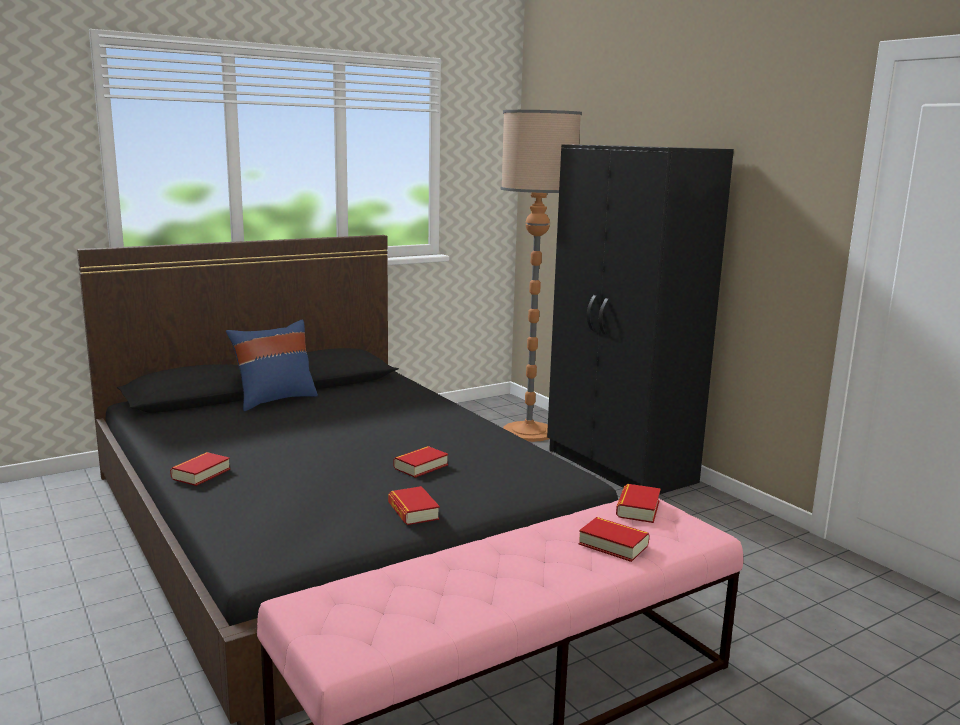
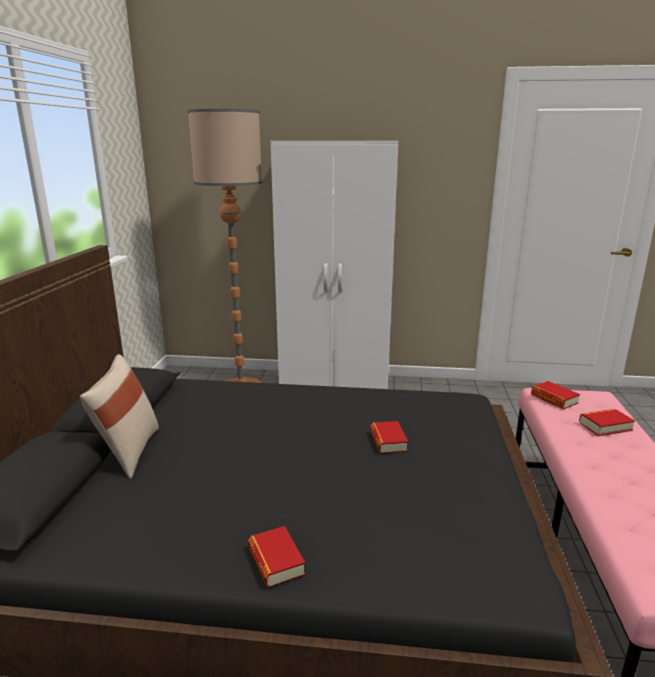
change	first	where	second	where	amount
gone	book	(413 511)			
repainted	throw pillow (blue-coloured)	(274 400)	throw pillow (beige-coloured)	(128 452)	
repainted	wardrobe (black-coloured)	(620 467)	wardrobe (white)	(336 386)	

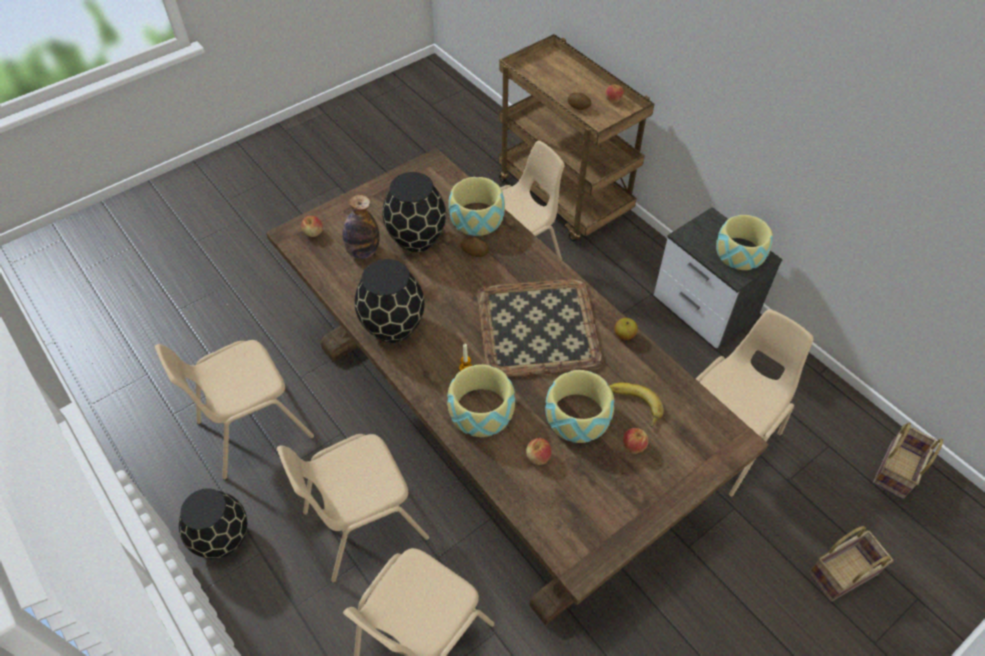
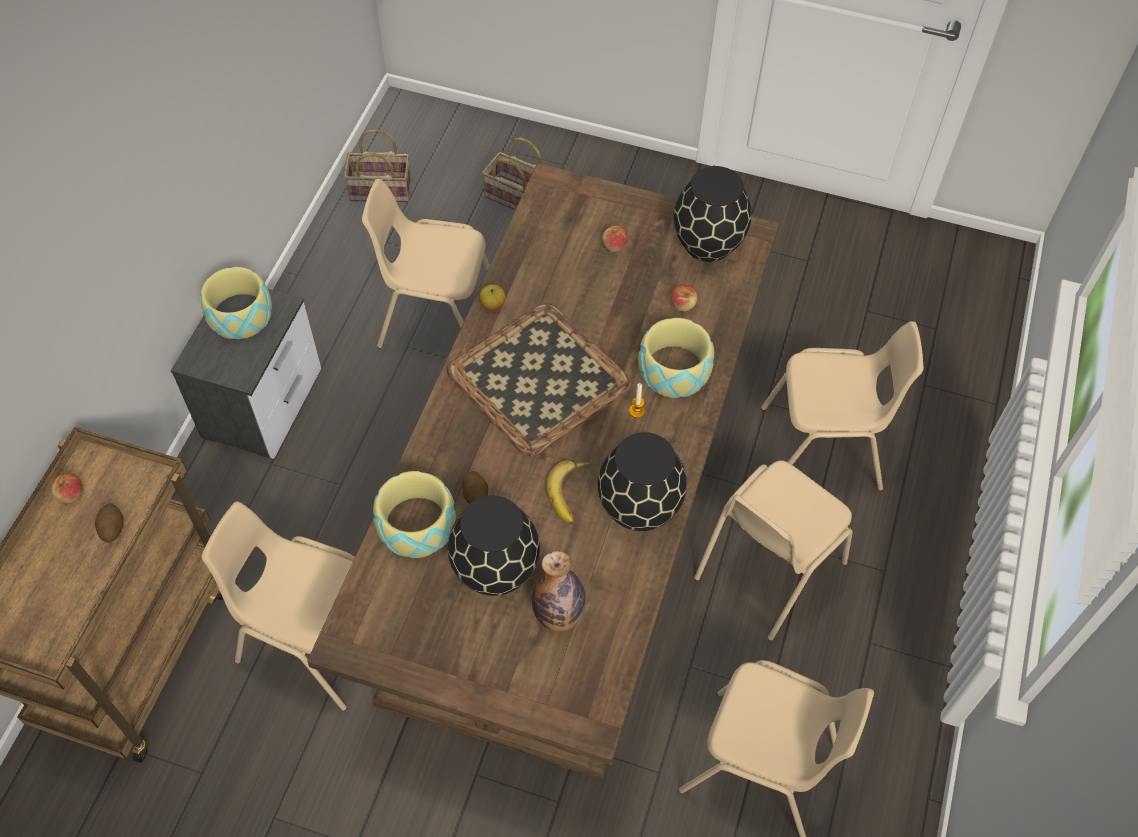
change	first	where	second	where	amount
gone	apple fruit	(313 232)			
gone	deep dish	(577 417)			
shifted	decorative vase (black-coloured)	(223 538)		(706 244)	
shifted	banana	(633 406)		(572 494)	
rotated	chair (beige-coloured)	(363 524)		(767 570)	105 degrees clockwise

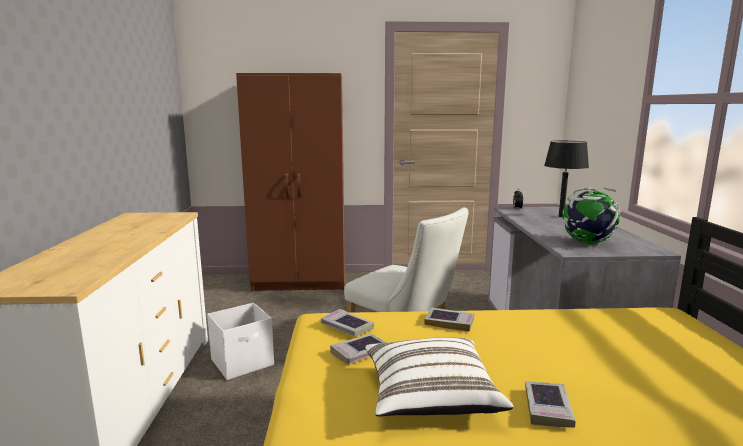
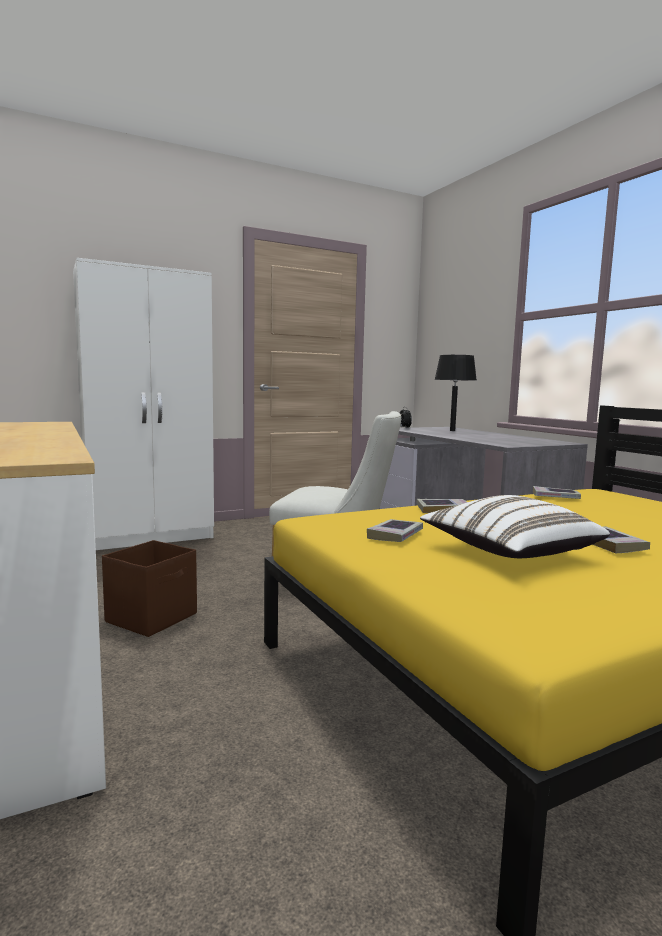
change	first	where	second	where	amount
gone	world globe	(587 242)			
shifted	book	(346 327)		(555 497)	
repainted	storage bin (white)	(243 362)	storage bin (brownish)	(153 617)	
repainted	wardrobe (brownish)	(301 282)	wardrobe (white)	(151 536)	

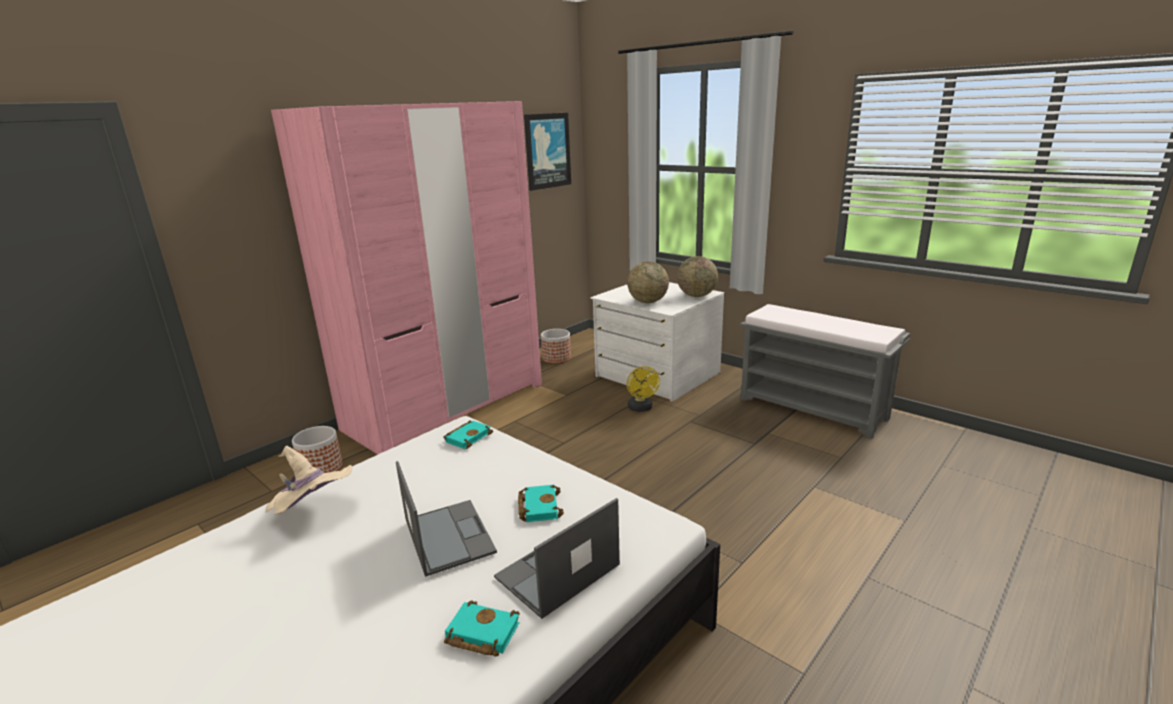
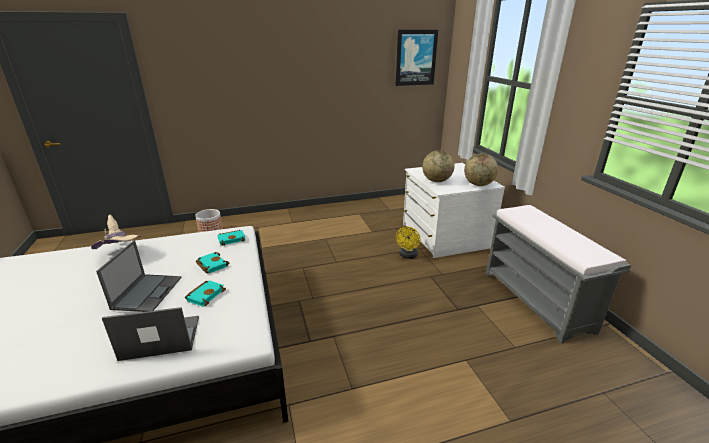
change	first	where	second	where	amount
gone	wardrobe (pink)	(447 406)			
gone	planter	(557 358)			
shifted	book (blue-green)	(480 634)		(211 265)	

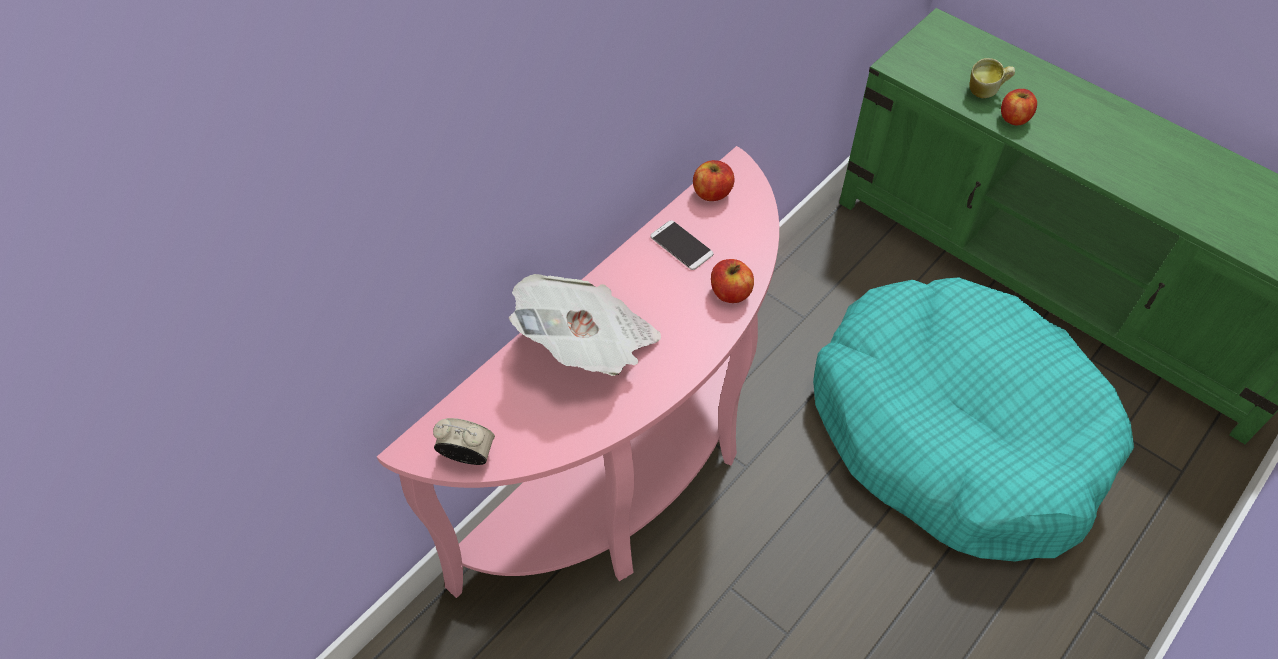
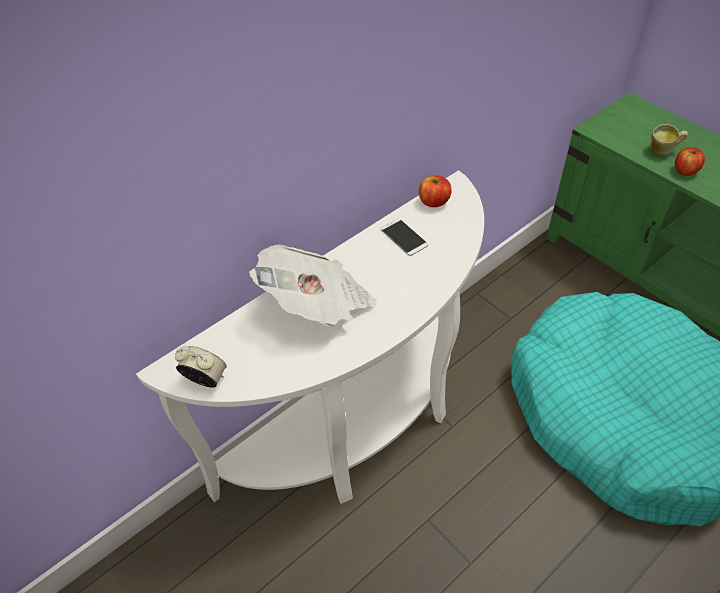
change	first	where	second	where	amount
gone	apple fruit	(730 293)			
repainted	console table (pink)	(631 479)	console table (white)	(361 426)	

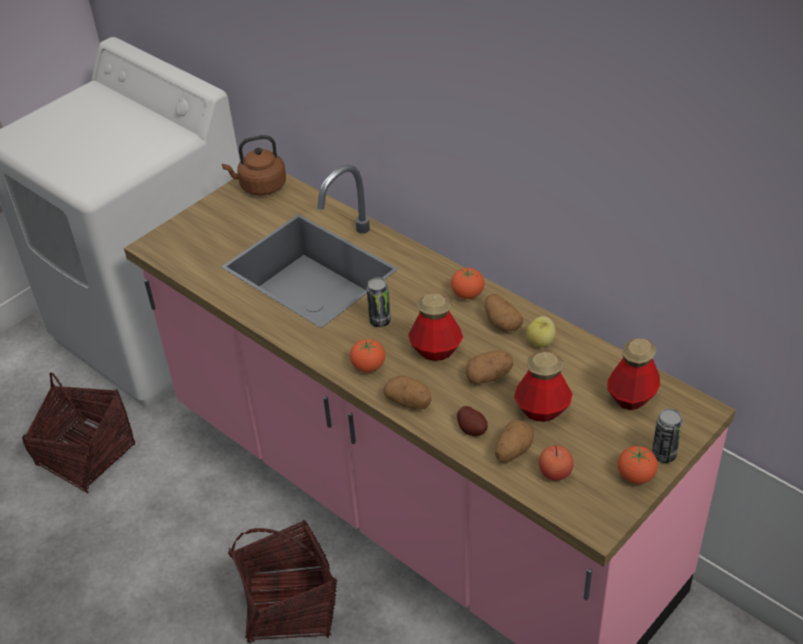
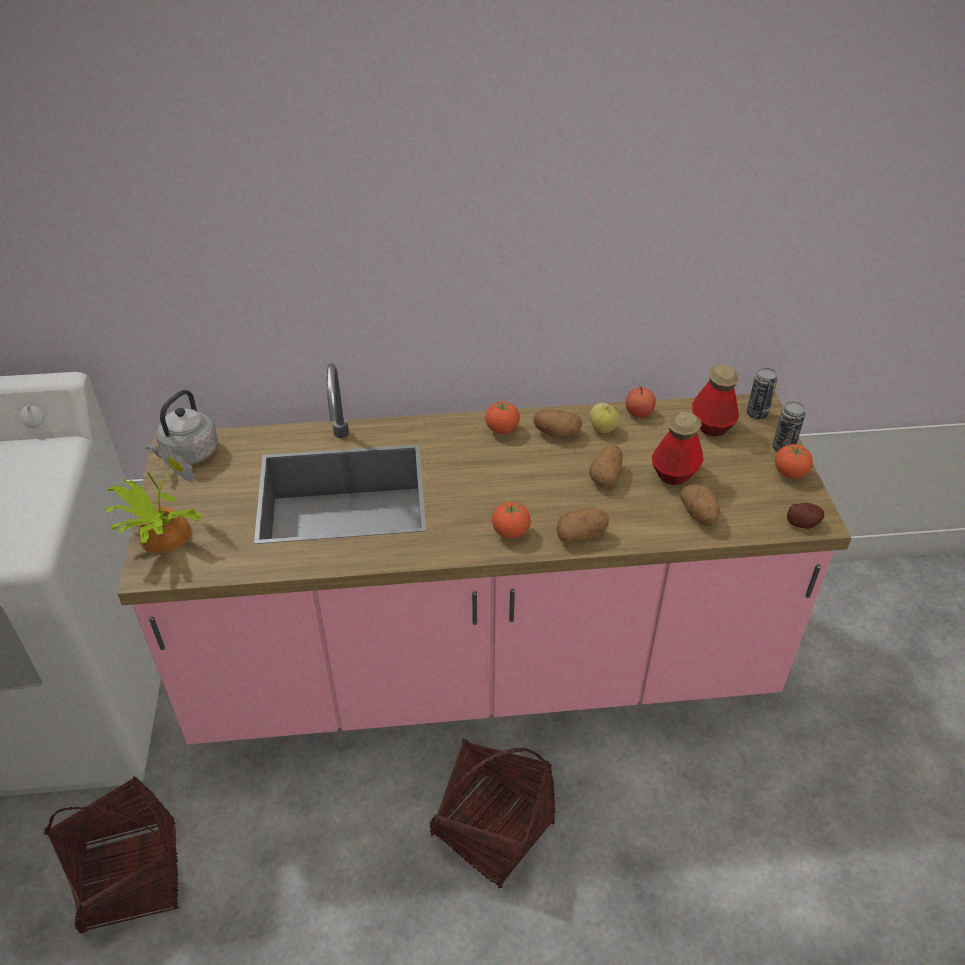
change	first	where	second	where	amount
gone	beverage bottle	(436 350)			
new			potted plant	(161 535)	
shifted	sealed can	(380 321)		(757 413)	
shifted	potato	(472 429)		(803 523)	
shifted	apple fruit	(555 472)		(639 413)	
repainted	water kettle (brownish)	(260 187)	water kettle (grey)	(188 454)	

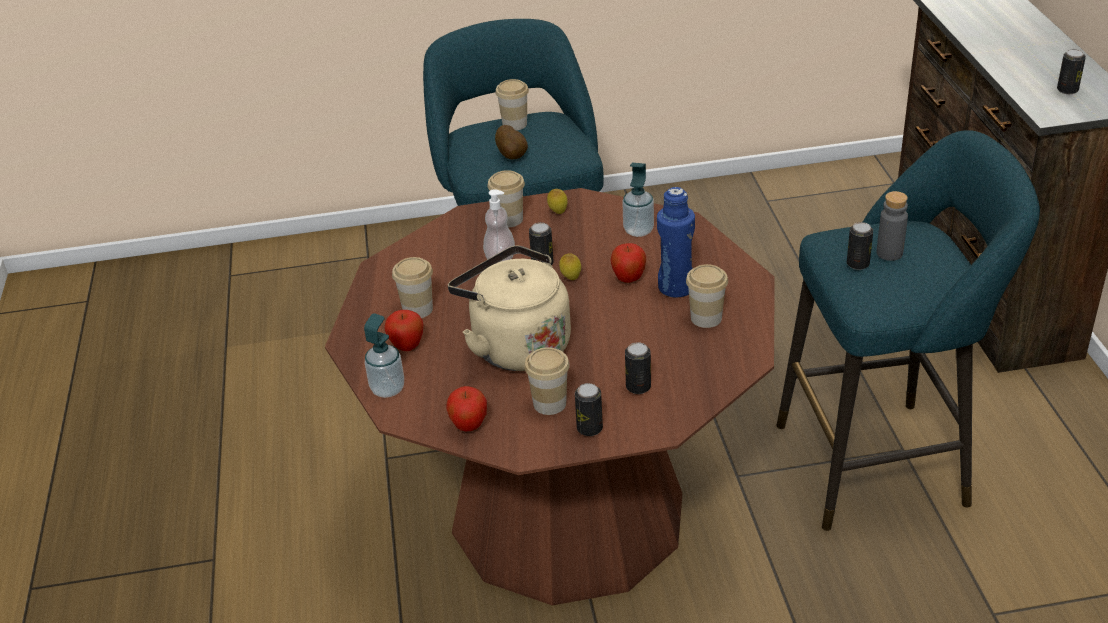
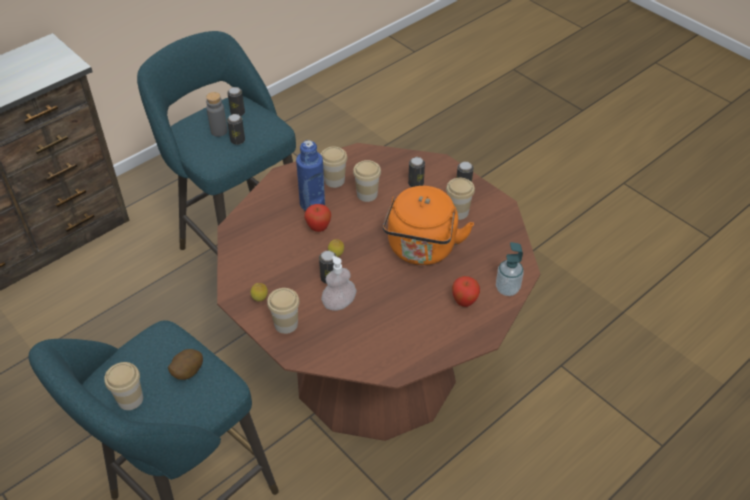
change	first	where	second	where	amount
gone	apple fruit	(469 426)			
gone	soap dispenser	(638 230)			
shifted	cup	(417 309)		(367 194)	
shifted	sealed can	(1067 90)		(237 113)	
repainted	water kettle (beige-coloured)	(516 345)	water kettle (orange-coloured)	(421 250)	

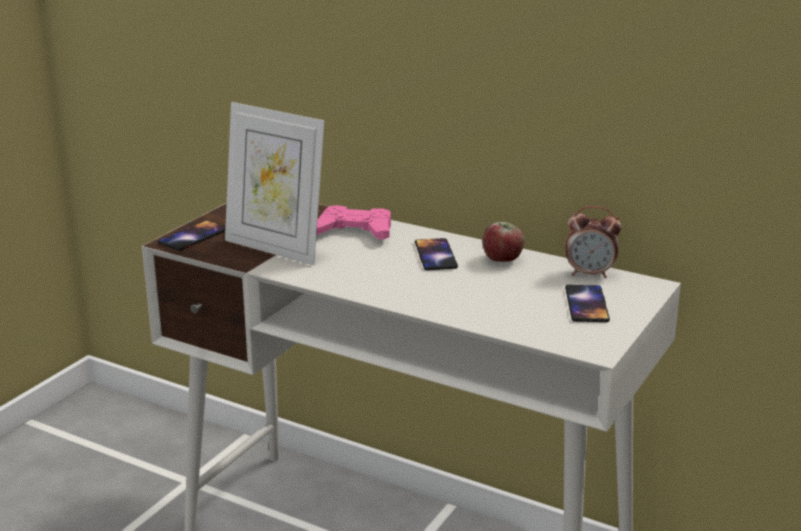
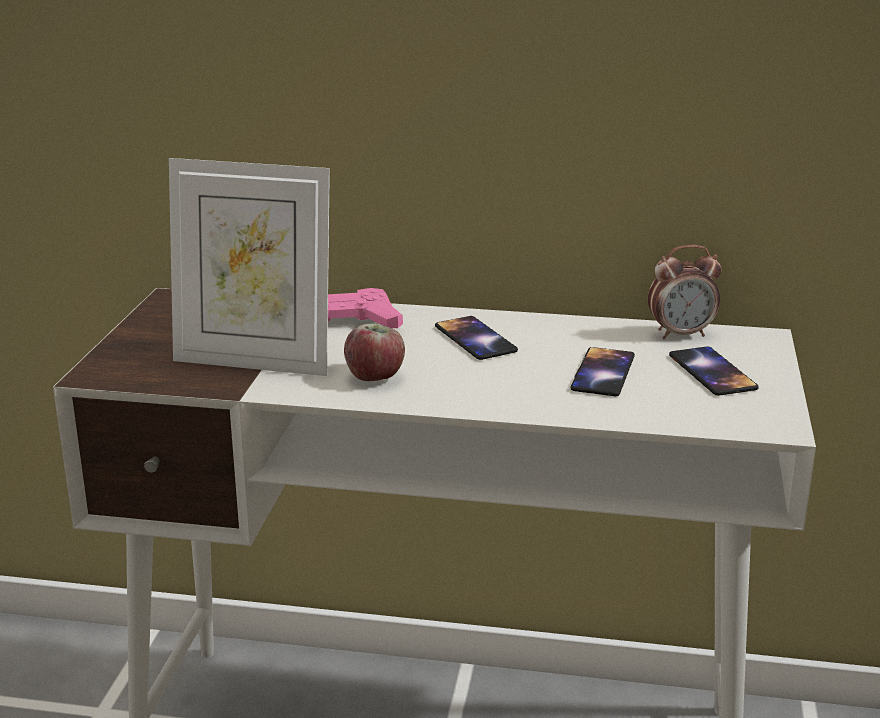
change	first	where	second	where	amount
shifted	telephone	(193 236)		(602 373)	
shifted	apple fruit	(503 259)		(375 377)	

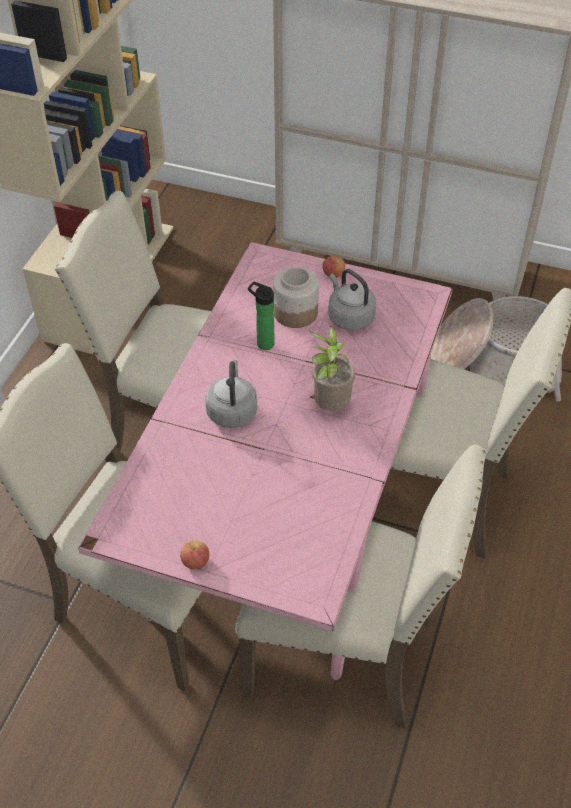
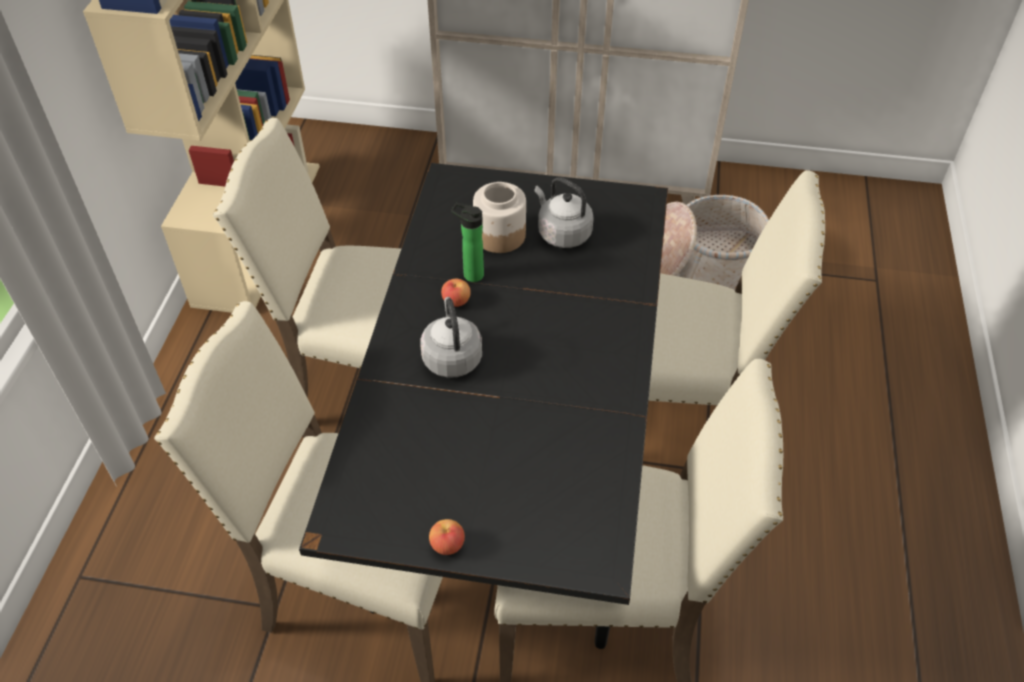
change	first	where	second	where	amount
gone	potted plant	(329 406)			
shifted	apple fruit	(333 274)		(456 301)	
repainted	kitchen table (pink)	(286 536)	kitchen table (black-coloured)	(512 492)	

